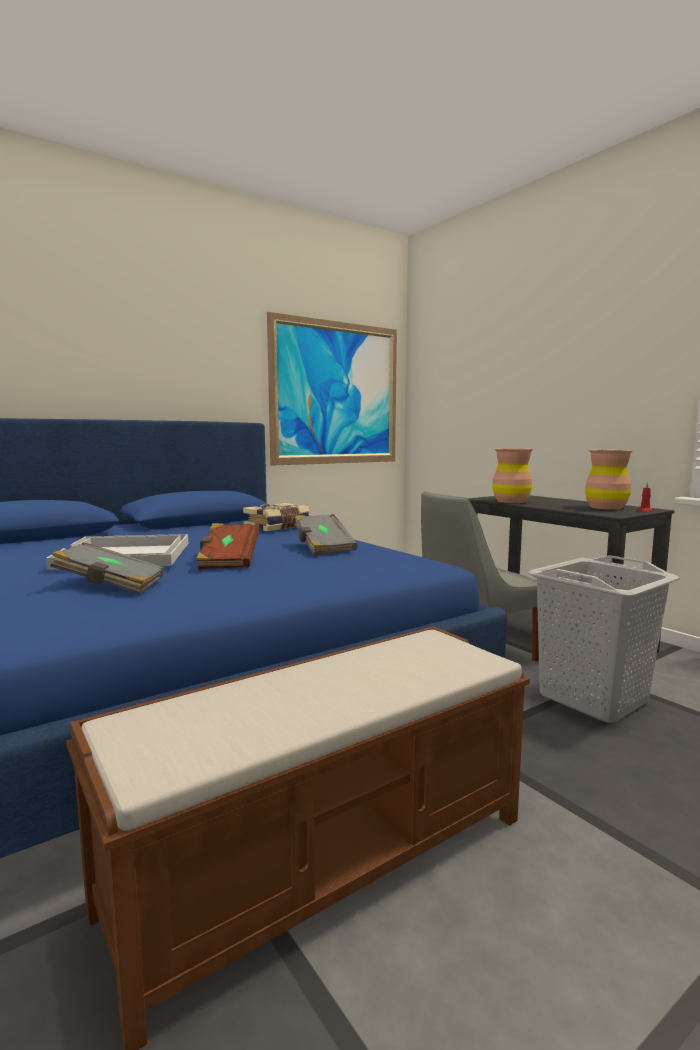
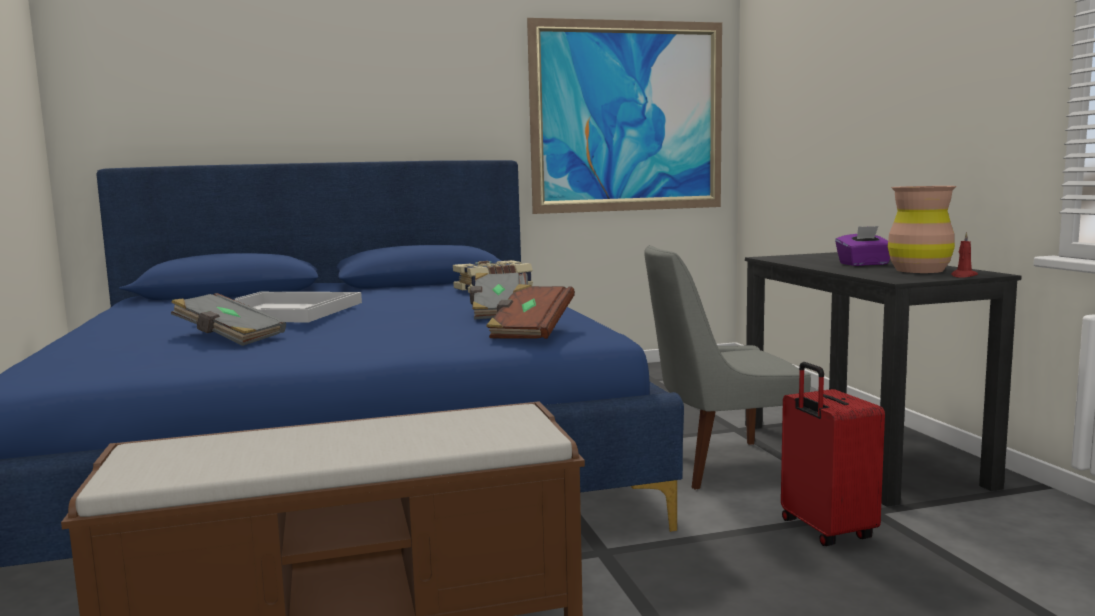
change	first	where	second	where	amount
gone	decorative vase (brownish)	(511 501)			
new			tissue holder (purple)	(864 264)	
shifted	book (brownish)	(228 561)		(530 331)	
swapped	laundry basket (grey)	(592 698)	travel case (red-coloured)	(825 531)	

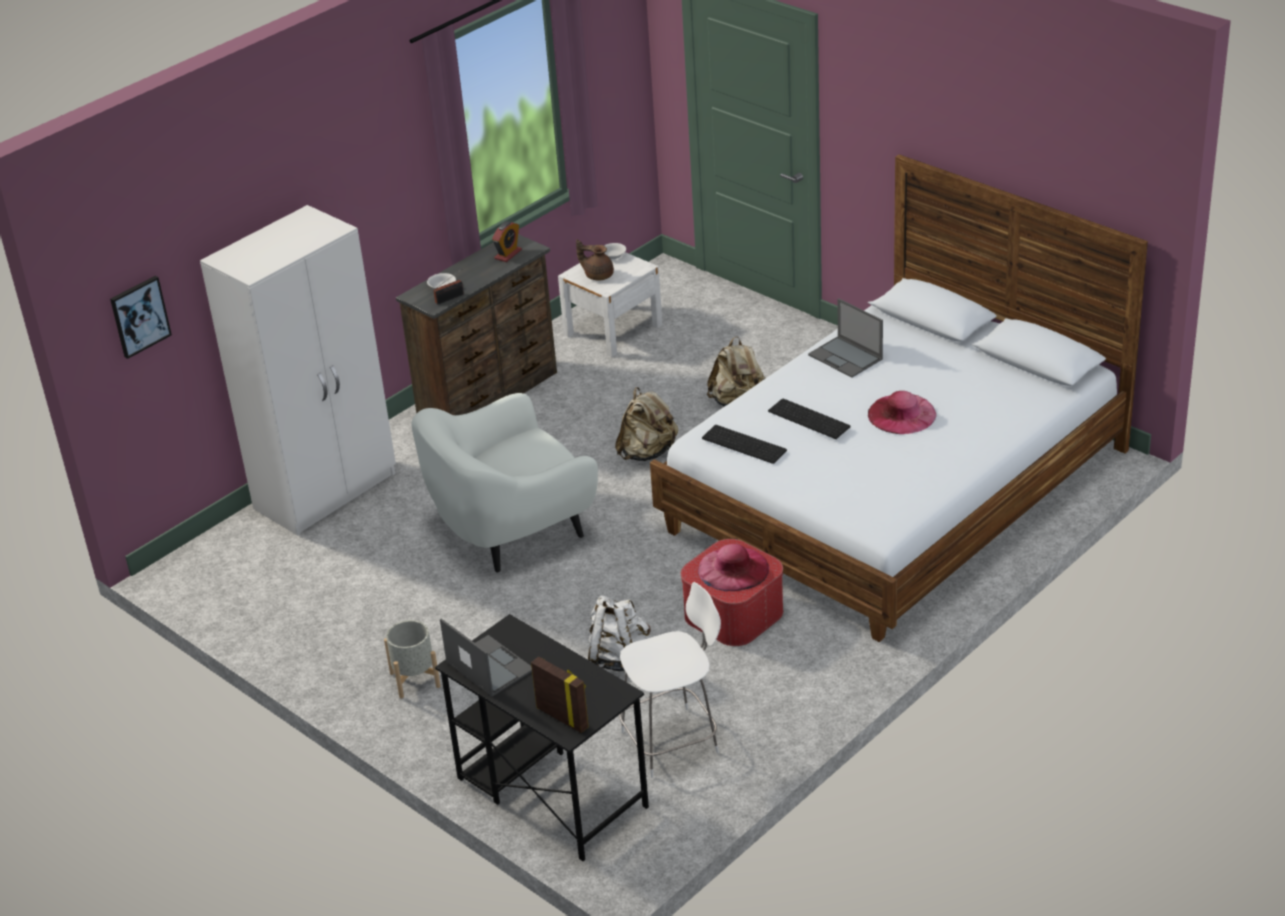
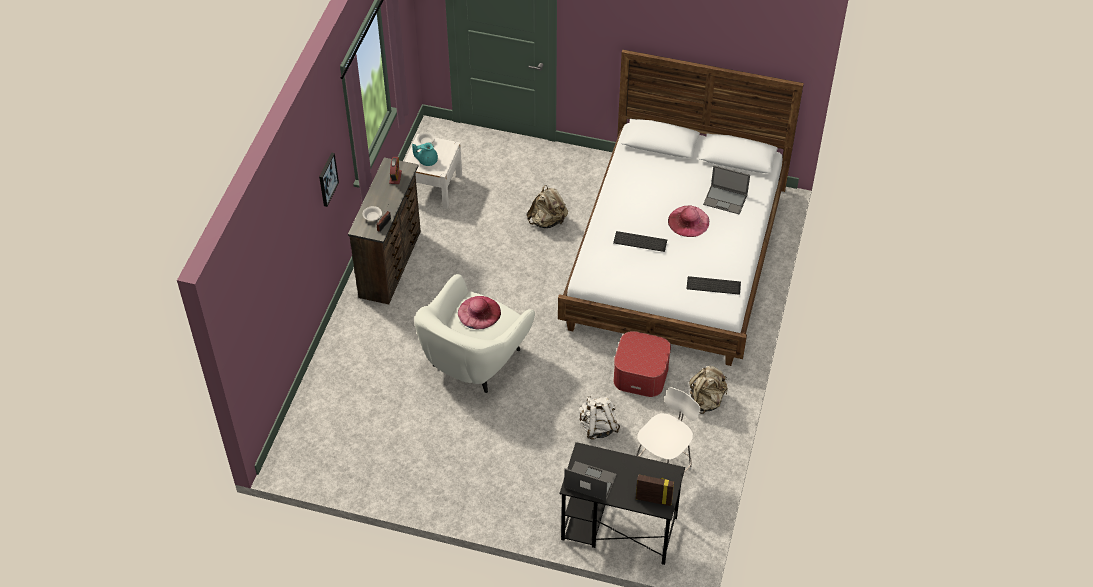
change	first	where	second	where	amount
gone	wardrobe (white)	(327 491)			
gone	planter (grey)	(414 680)			
shifted	wall picture	(139 316)		(327 179)	
shifted	rucksack (beige-coloured)	(647 453)		(706 400)	
shifted	clothing hat (pink)	(733 569)		(479 312)	
shifted	PC keyboard	(745 444)		(714 285)	
shifted	notebook computer	(846 357)		(726 199)	
repainted	tea pot (brownish)	(598 275)	tea pot (blue-green)	(427 160)	

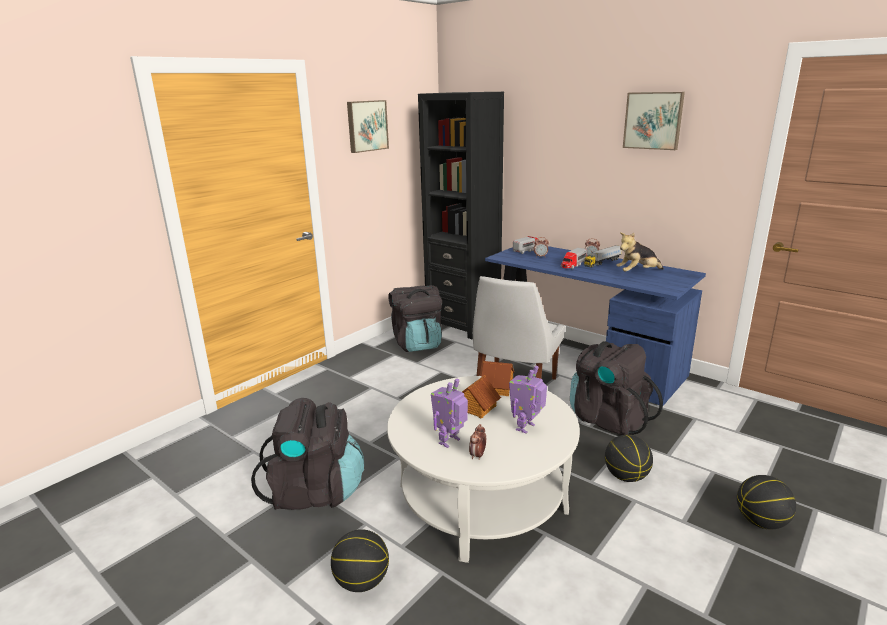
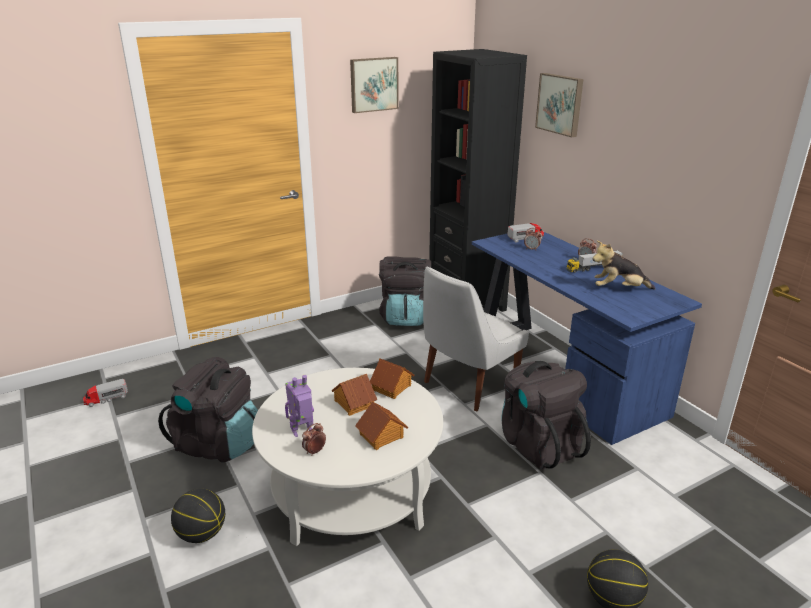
change	first	where	second	where	amount
gone	ball for basketball	(626 477)			
shifted	model truck	(573 265)		(106 399)	
shifted	wall picture	(653 120)		(560 104)	
swapped	toy robot	(526 428)	model house	(381 436)	

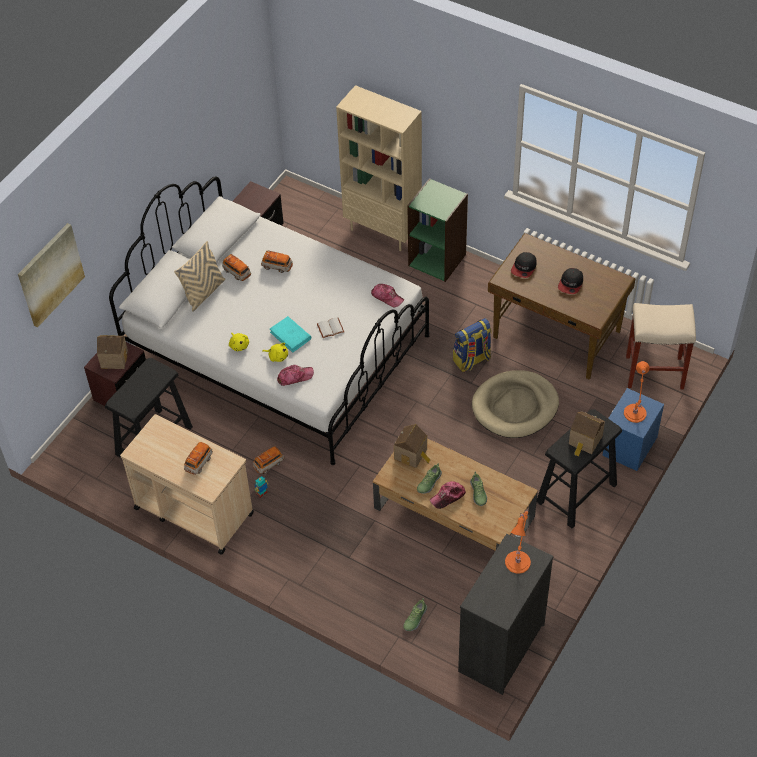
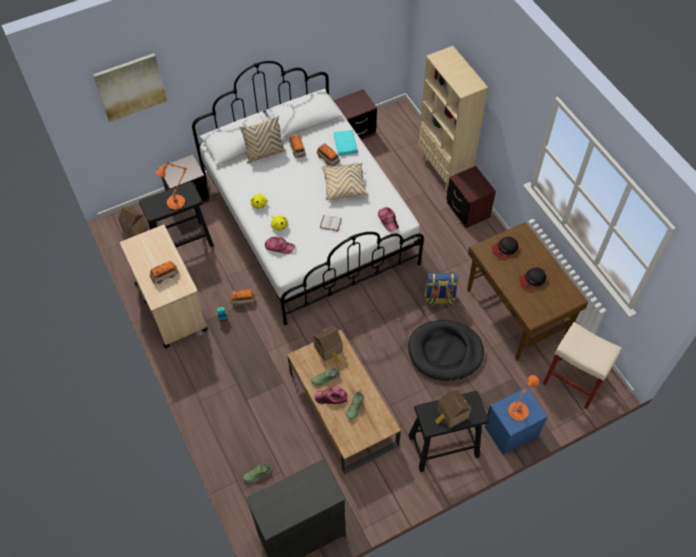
change	first	where	second	where	amount
new			throw pillow (beige-coloured)	(344 185)	
shifted	model house	(114 358)		(135 226)	
shifted	book (blue-green)	(290 336)		(345 144)	
shifted	table lamp (orange-coloured)	(518 560)		(177 201)	
swapped	shelving unit (green-coloured)	(437 259)	night table (brownish)	(467 210)	
repainted	pet bed (beige-coloured)	(515 407)	pet bed (black-coloured)	(445 352)	

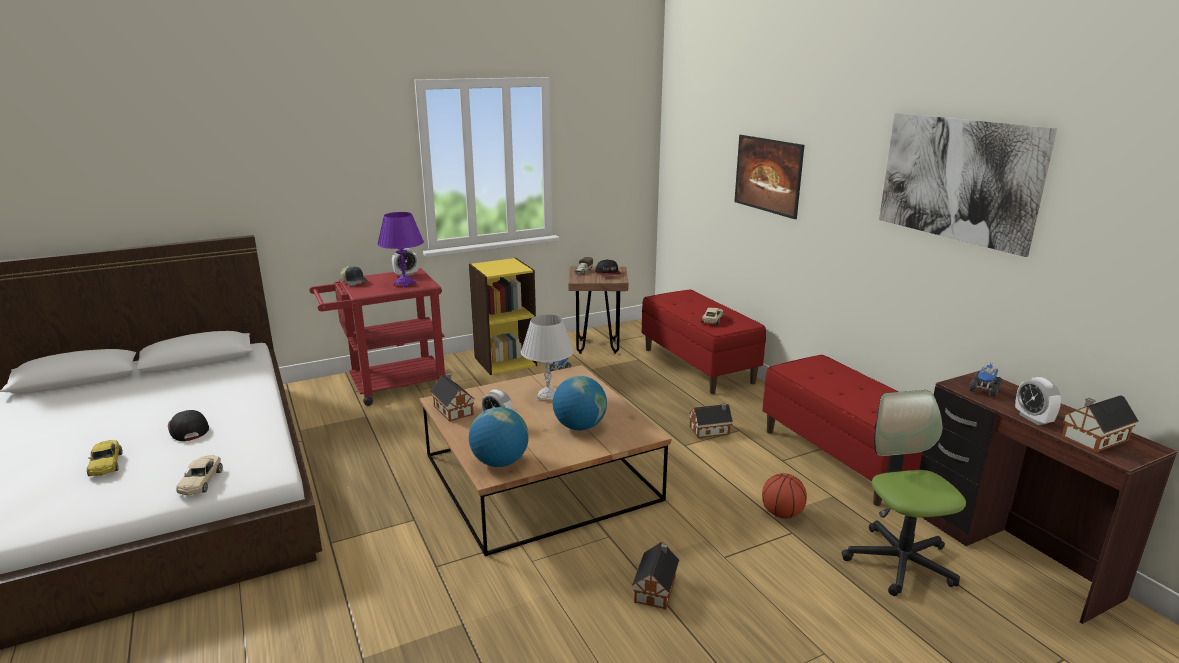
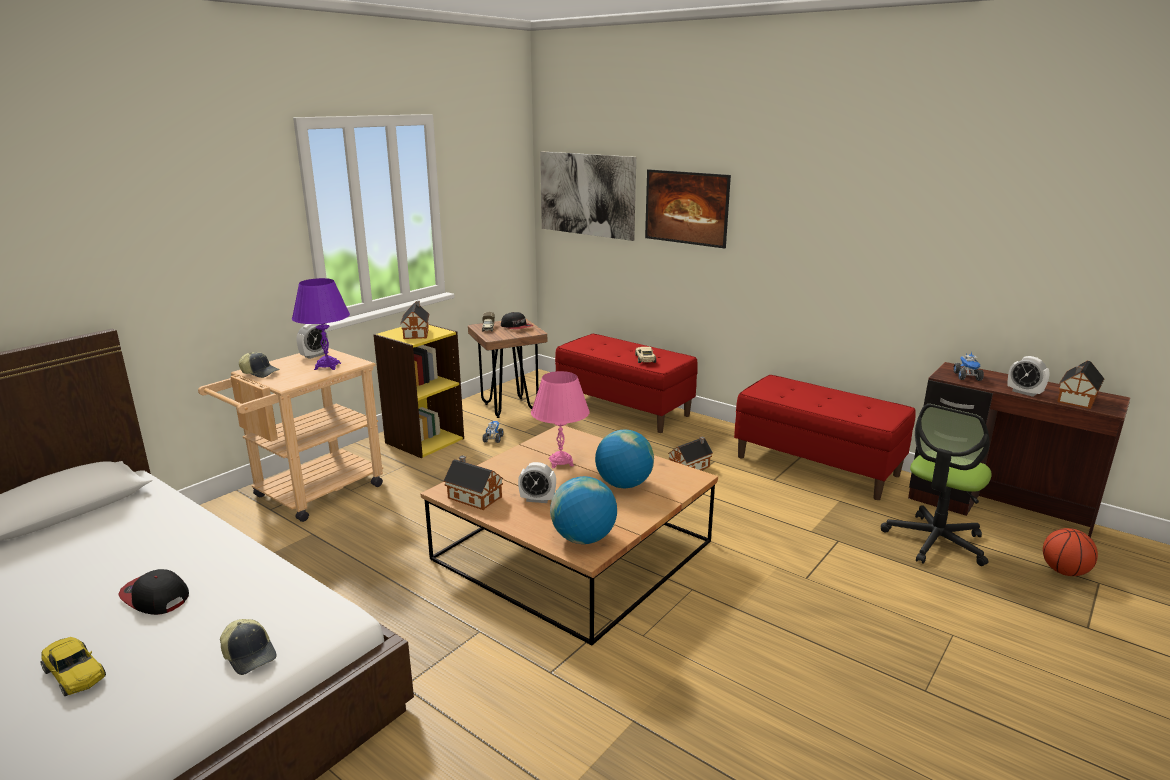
change	first	where	second	where	amount
shifted	model house	(656 588)		(416 333)	
shifted	ball for basketball	(781 514)		(1064 572)	
shifted	wall picture	(958 179)		(587 194)	
swapped	miniature car (beige-coloured)	(201 481)	cap	(250 654)	
repainted	wheeled cart (red-coloured)	(388 387)	wheeled cart (beige-coloured)	(310 495)	
repainted	table lamp (white)	(548 397)	table lamp (pink)	(560 462)	
rotated	computer chair	(900 561)		(935 541)	105 degrees counterclockwise

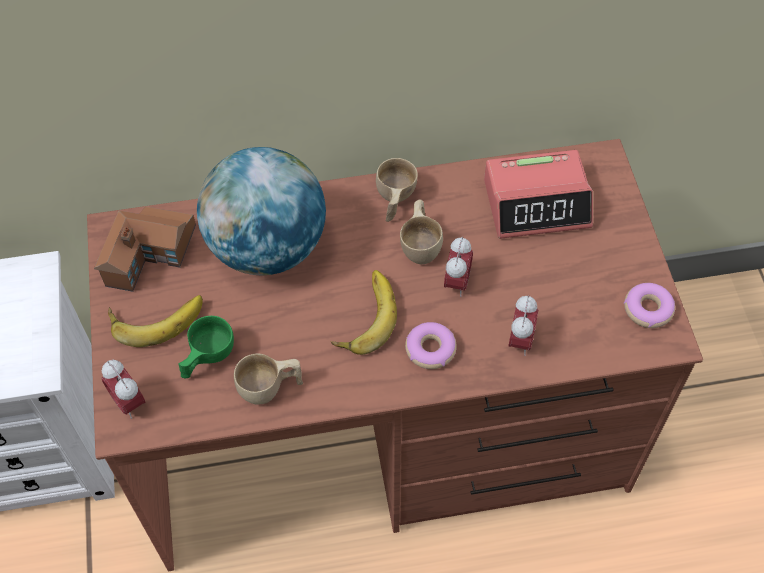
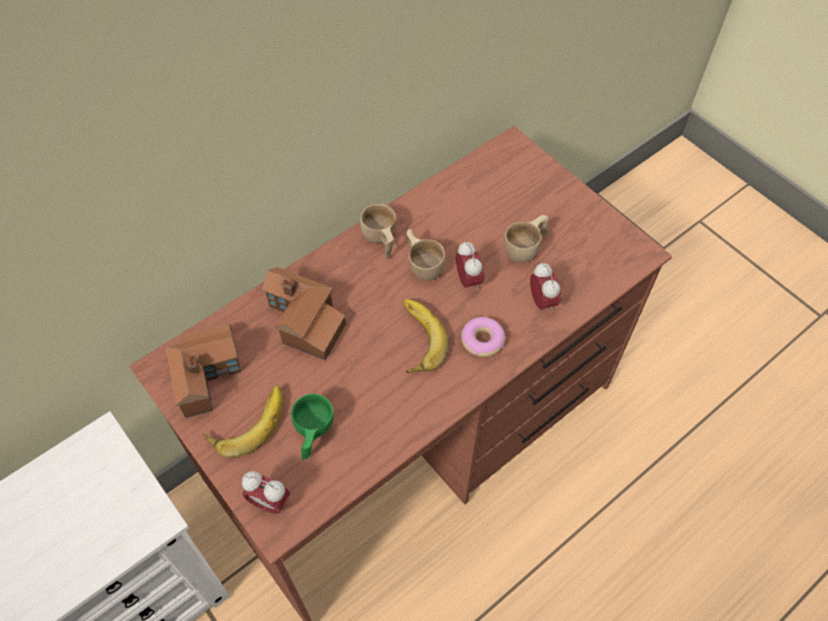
change	first	where	second	where	amount
gone	table clock	(537 203)			
gone	donut	(648 309)			
shifted	cup (beige-coloured)	(270 389)		(526 249)	
swapped	world globe	(267 247)	model house	(303 321)	

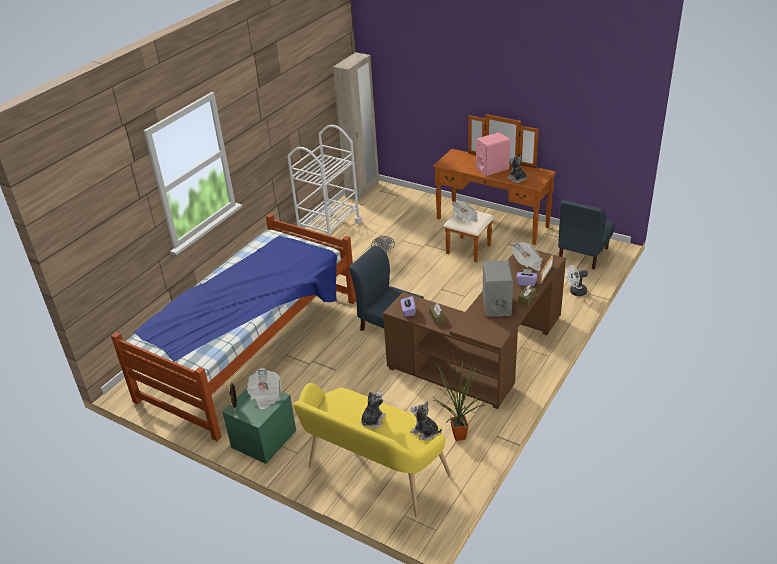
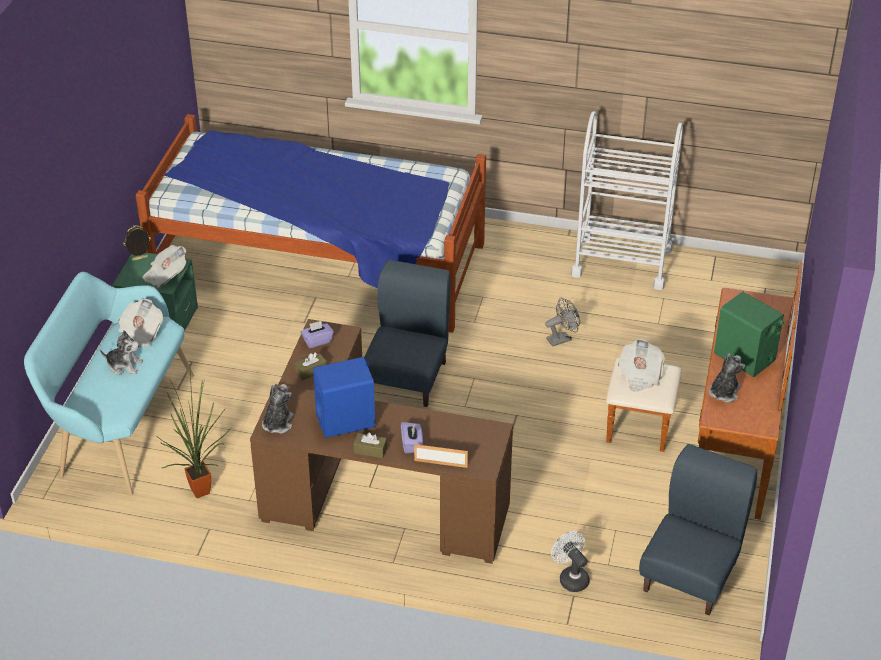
change	first	where	second	where	amount
gone	wardrobe (beige-coloured)	(362 190)			
shifted	cuddly toy	(425 432)		(277 423)	
shifted	printed paper	(527 263)		(140 335)	
repainted	indoor bench (yellow)	(373 474)	indoor bench (blue-green)	(120 425)	
repainted	speaker (pink)	(492 169)	speaker (green-coloured)	(744 357)	
repainted	speaker (grey)	(496 305)	speaker (blue-coloured)	(346 420)	
rotated	chair (blue-coloured)	(582 254)		(691 575)	105 degrees clockwise

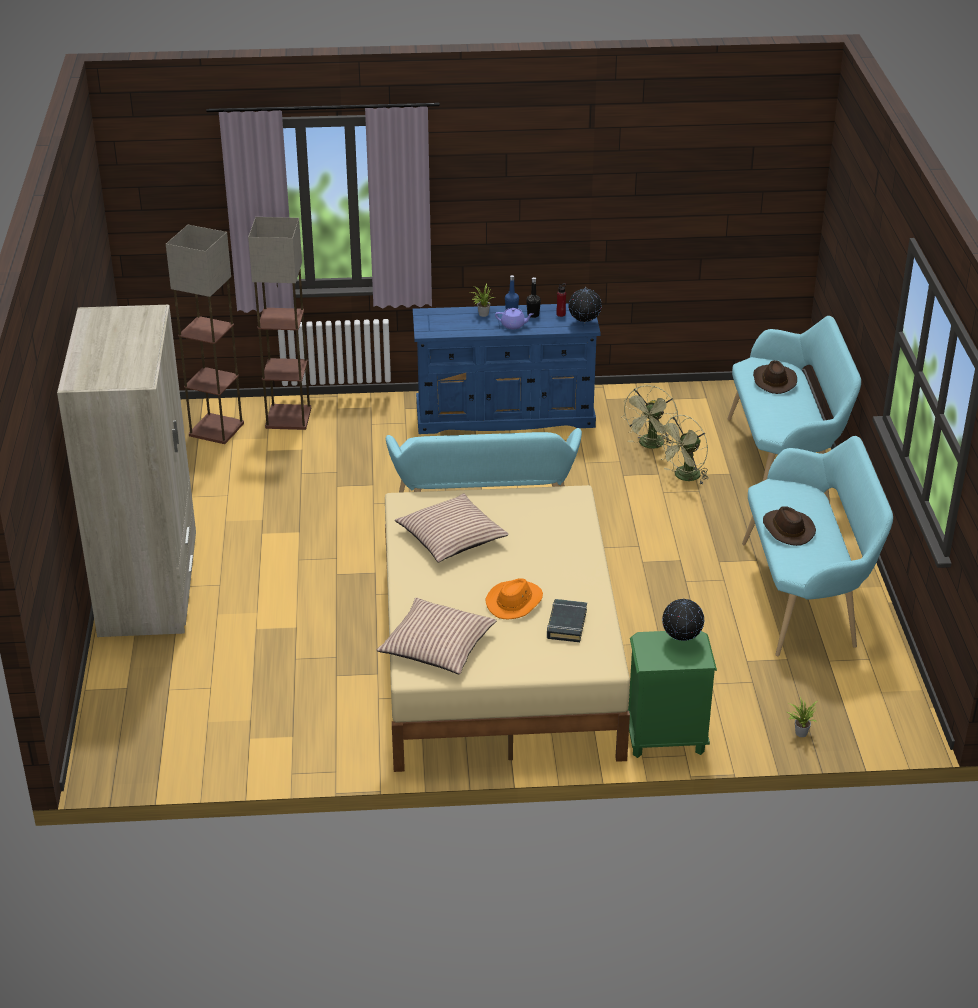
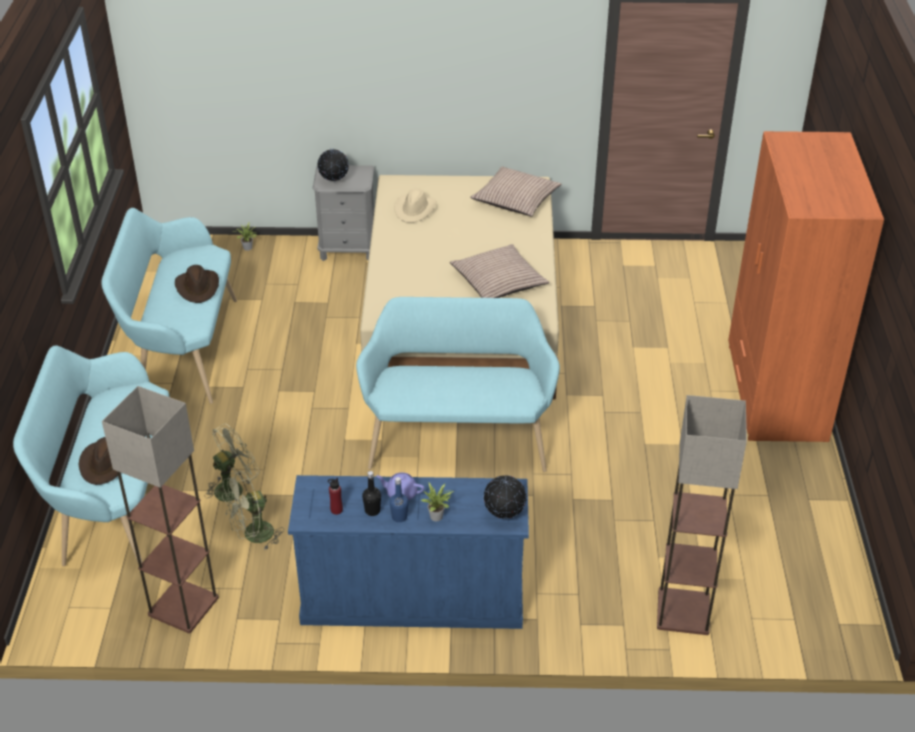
change	first	where	second	where	amount
gone	clothing hat (orange-coloured)	(514 602)			
shifted	standing lamp	(216 429)		(184 607)	
shifted	world globe	(584 324)		(504 516)	
swapped	book (black-coloured)	(566 624)	clothing hat (beige-coloured)	(415 209)	
repainted	wardrobe (beige-coloured)	(150 586)	wardrobe (orange-coloured)	(775 393)	
repainted	night table (green-coloured)	(664 739)	night table (grey)	(348 249)	
rotated	cooling fan (green-coloured)	(650 445)		(253 536)	150 degrees counterclockwise

